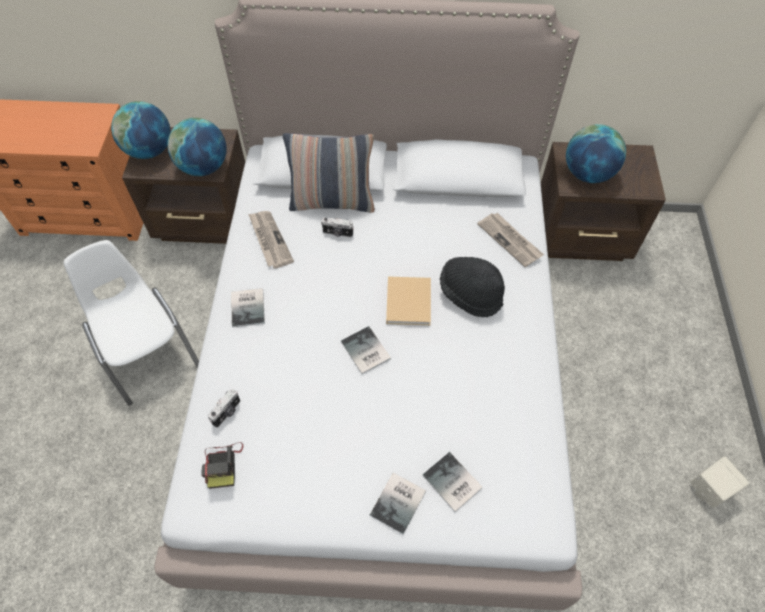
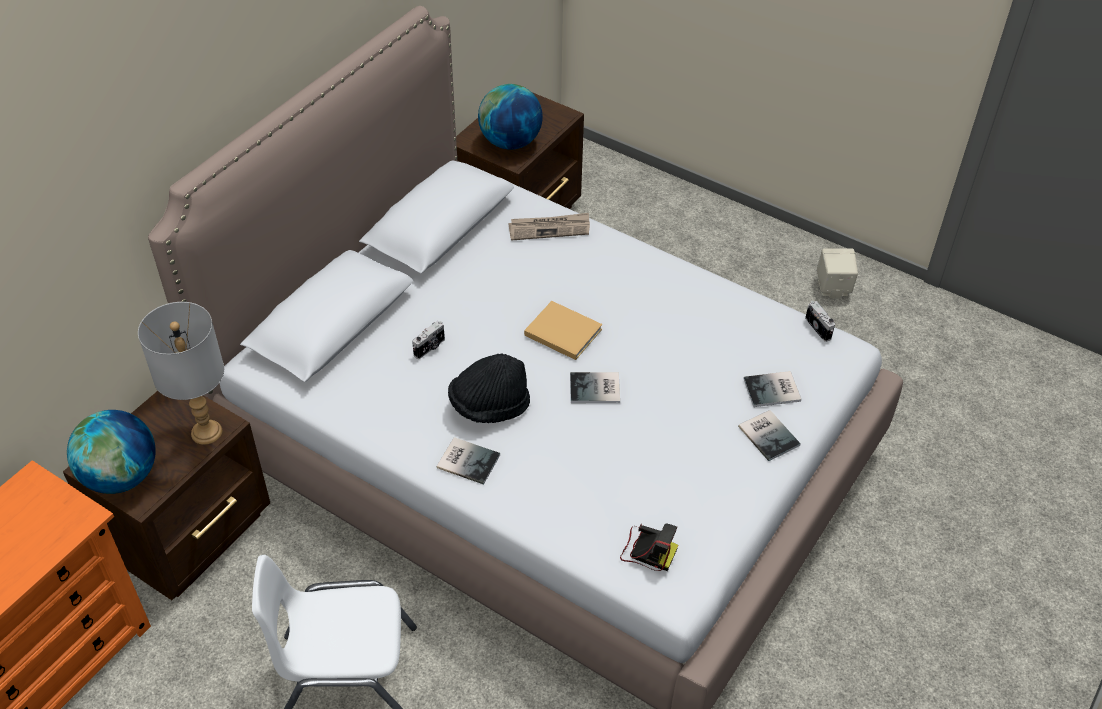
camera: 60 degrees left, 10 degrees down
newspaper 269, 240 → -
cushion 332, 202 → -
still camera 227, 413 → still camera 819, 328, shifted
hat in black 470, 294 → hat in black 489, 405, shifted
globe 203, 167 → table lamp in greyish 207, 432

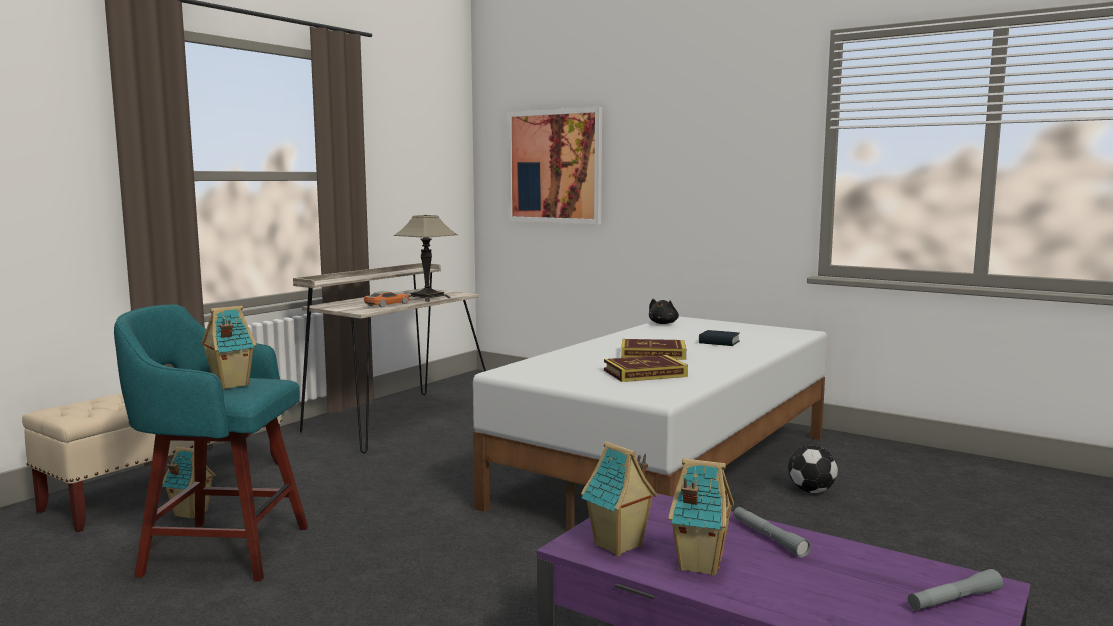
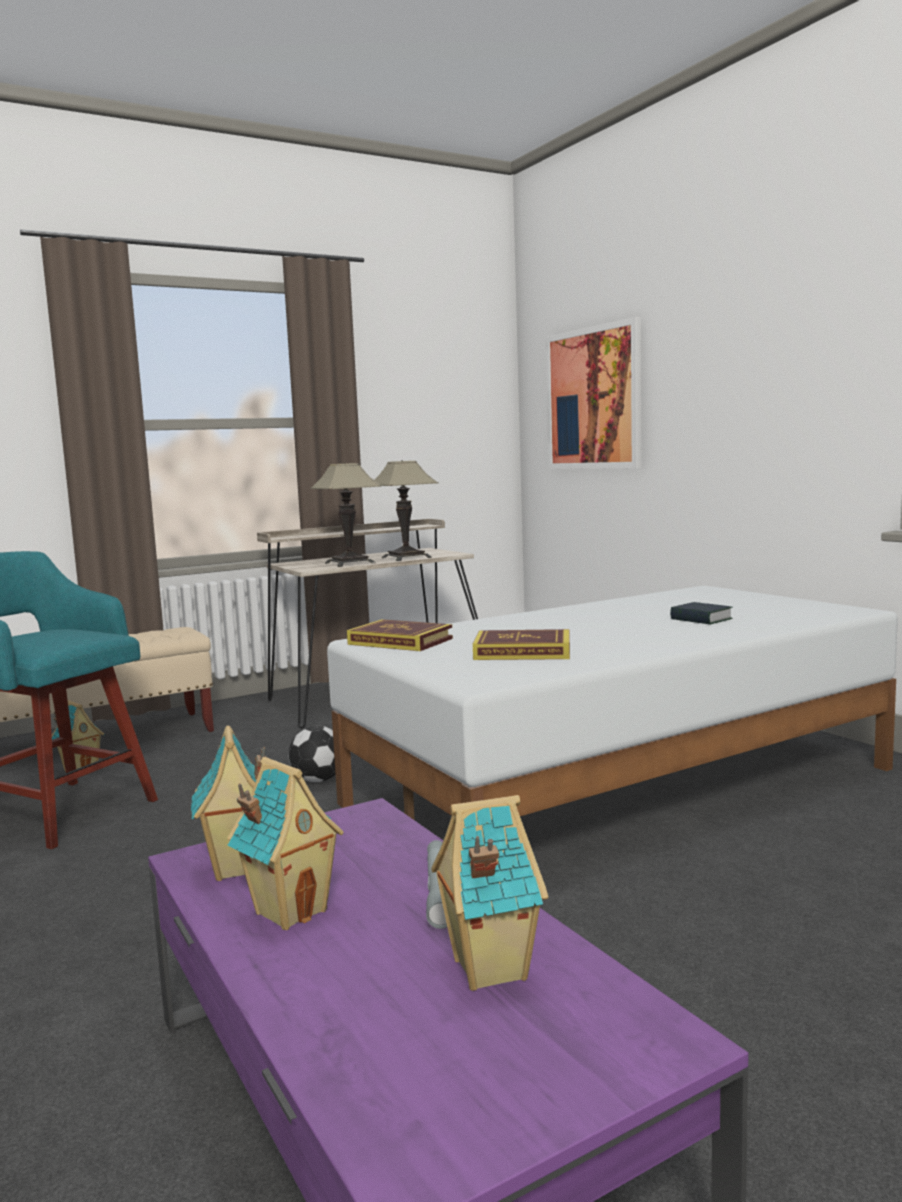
camera: 25 degrees right, 0 degrees up
plush toy in black 663, 323 → -
flashlight in greyish 954, 600 → -
toy house 230, 385 → toy house 487, 969, shifted
book 653, 354 → book 400, 641, shifted
ball for football 810, 491 → ball for football 317, 780, shifted
model car 387, 304 → table lamp 349, 563

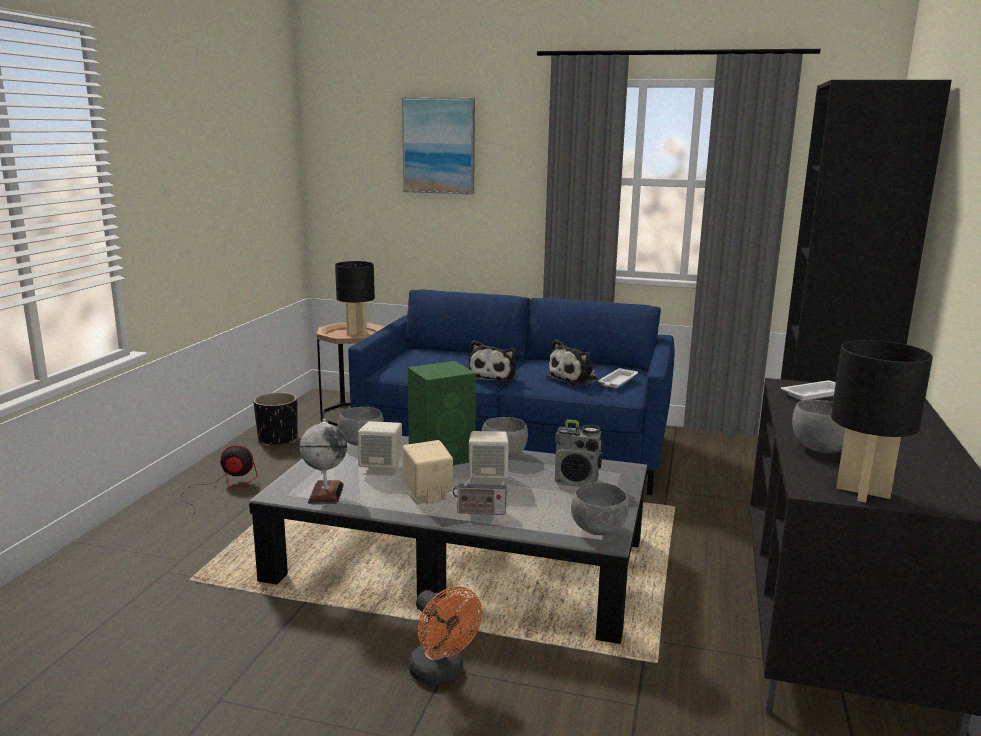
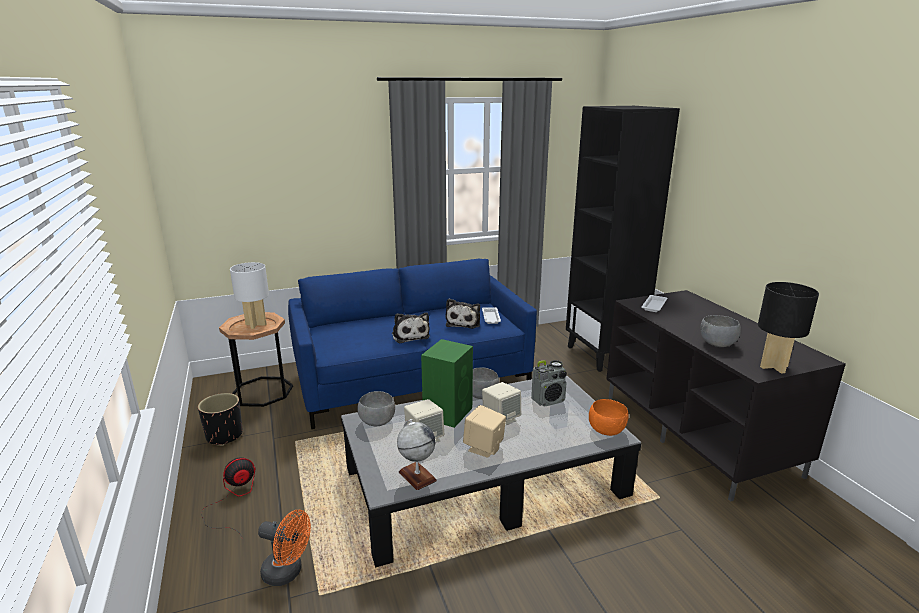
camera: 35 degrees left, 5 degrees up
wall art 439, 146 → -
radio 479, 512 → -
cooling fan in orangey 441, 674 → cooling fan in orangey 288, 572, shifted
table lamp in black 356, 333 → table lamp in whitish 255, 324
bowl in greyish 599, 530 → bowl in orangey 607, 431

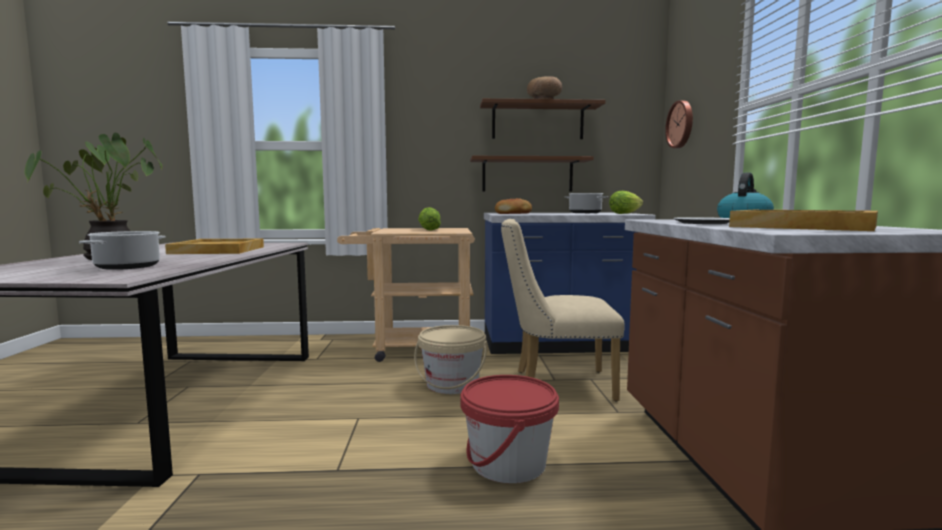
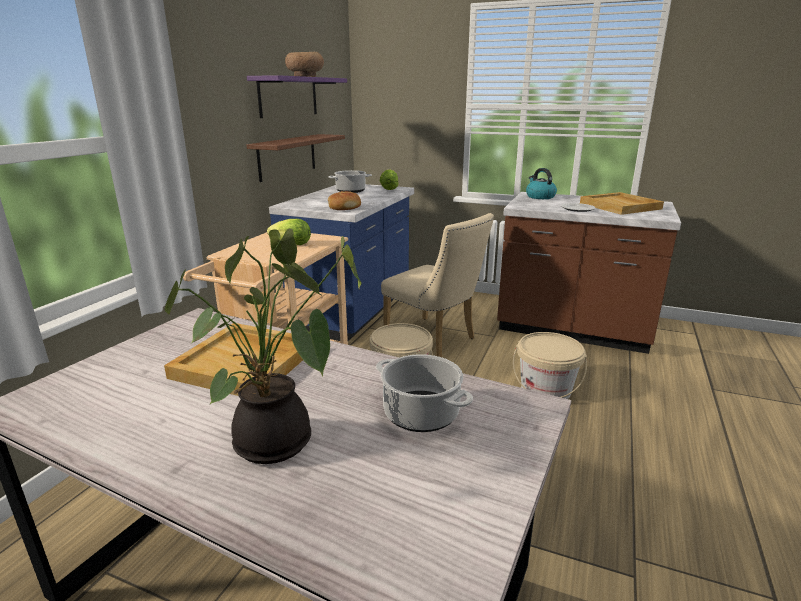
camera: 65 degrees left, 15 degrees up
clock on the wall 681, 124 → -
water bucket in red-coloured 508, 463 → water bucket in beige-coloured 545, 389
shelf in brown 537, 122 → shelf in purplish 288, 96
chair in beige-coloured 555, 384 → chair in beige-coloured 435, 340, 75 degrees counterclockwise

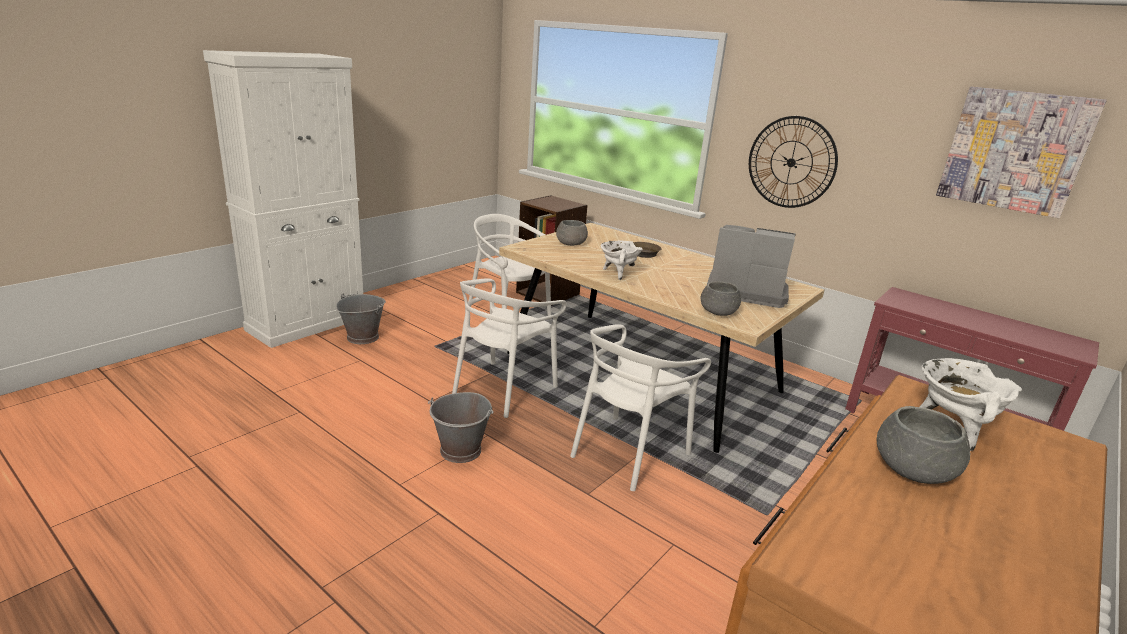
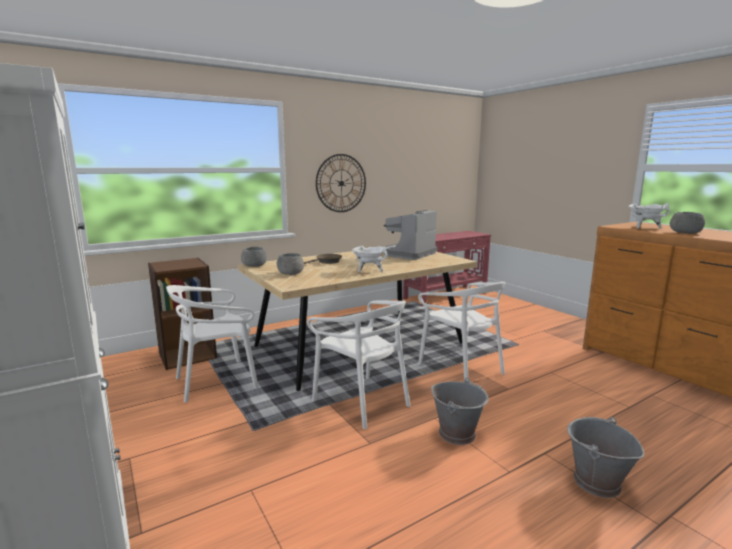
camera: 70 degrees left, 10 degrees down
wall art 1014, 151 → -
water bucket in greyish 362, 337 → water bucket in greyish 596, 482, shifted
bowl in greyish 718, 311 → bowl in greyish 254, 265, shifted

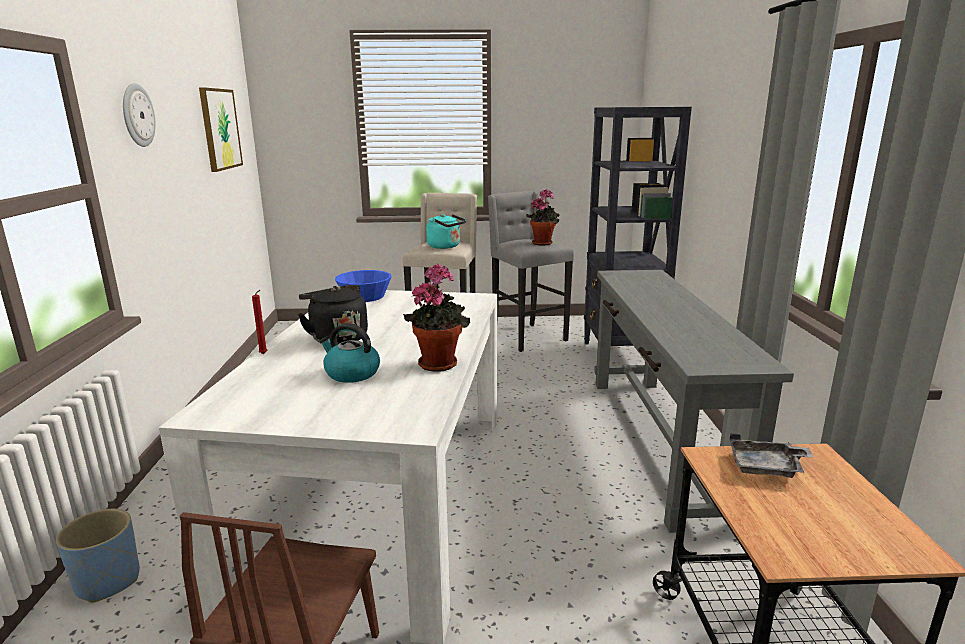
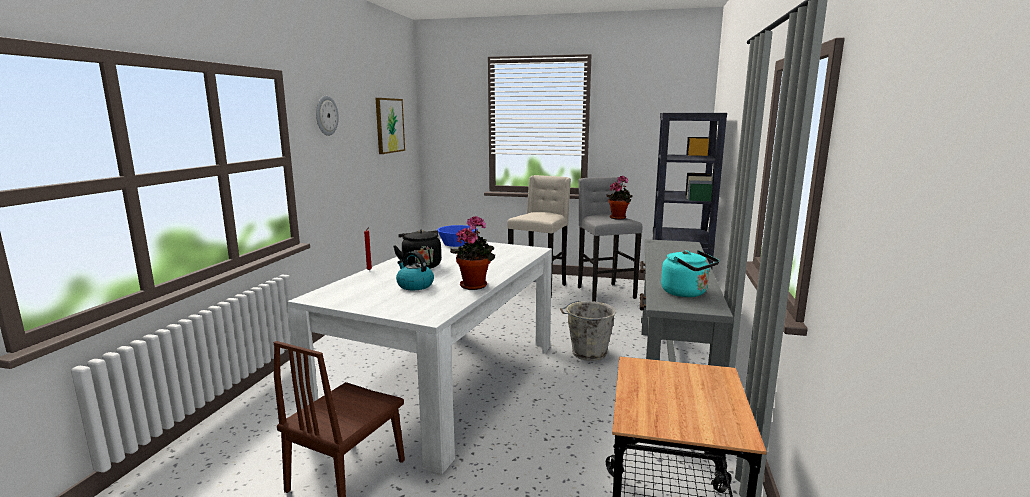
camera: 15 degrees right, 5 degrees down
flower pot in bluish 108, 581 → -
tray in greyish 766, 467 → -
- → water bucket in greyish 587, 353
tea kettle in turquoise-coloured 446, 246 → tea kettle in turquoise-coloured 686, 293, shifted

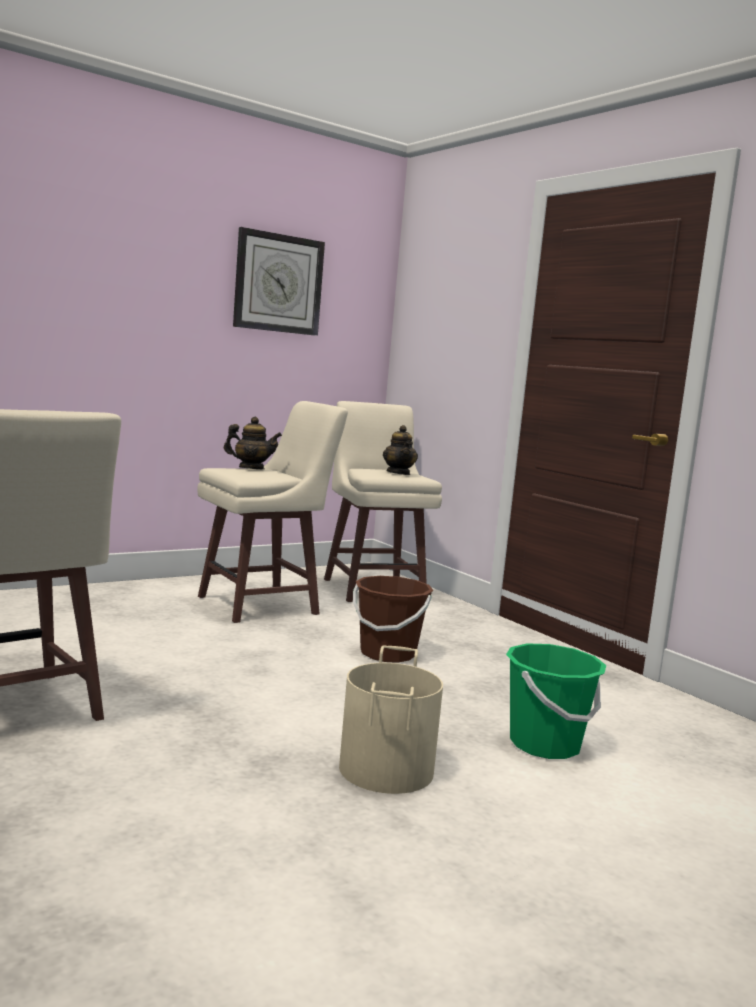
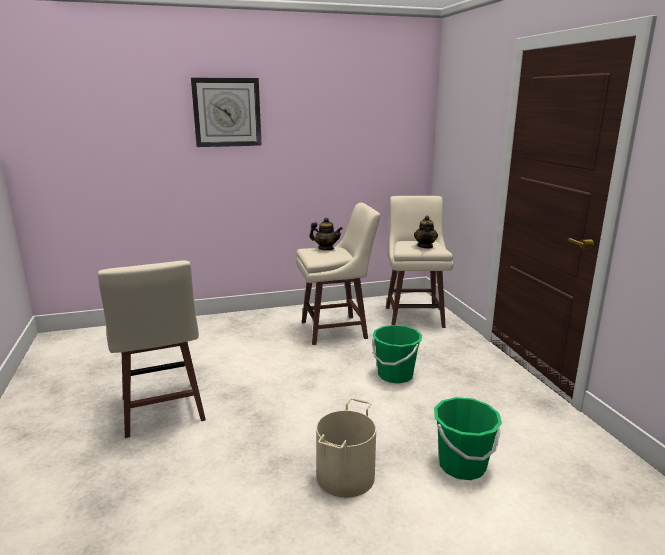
camera: 20 degrees right, 10 degrees up
clock on the wall 278, 283 → clock on the wall 227, 112, shifted
water bucket in brown 387, 653 → water bucket in green-coloured 395, 375

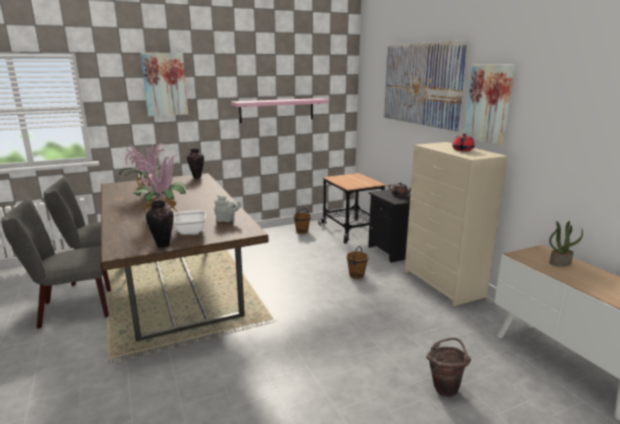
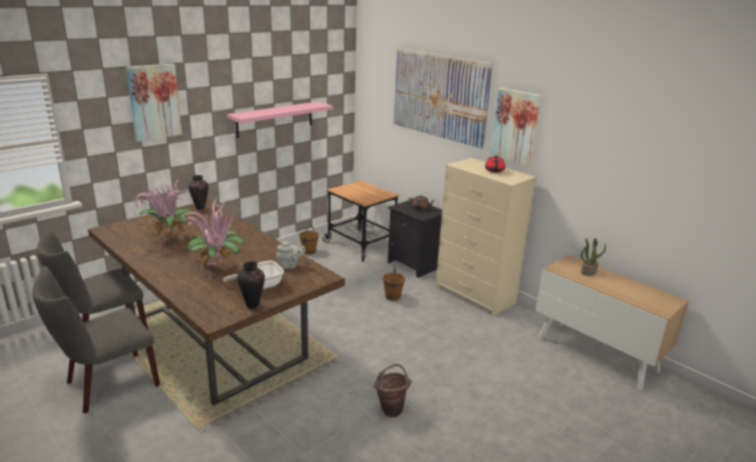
camera: 20 degrees left, 5 degrees up
water bucket in brown 445, 387 → water bucket in brown 391, 408, shifted

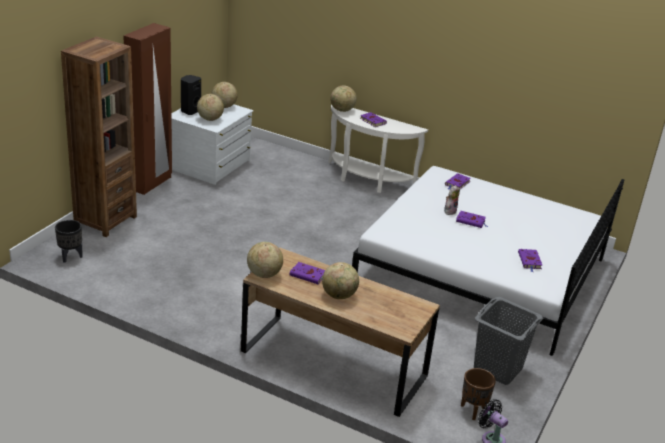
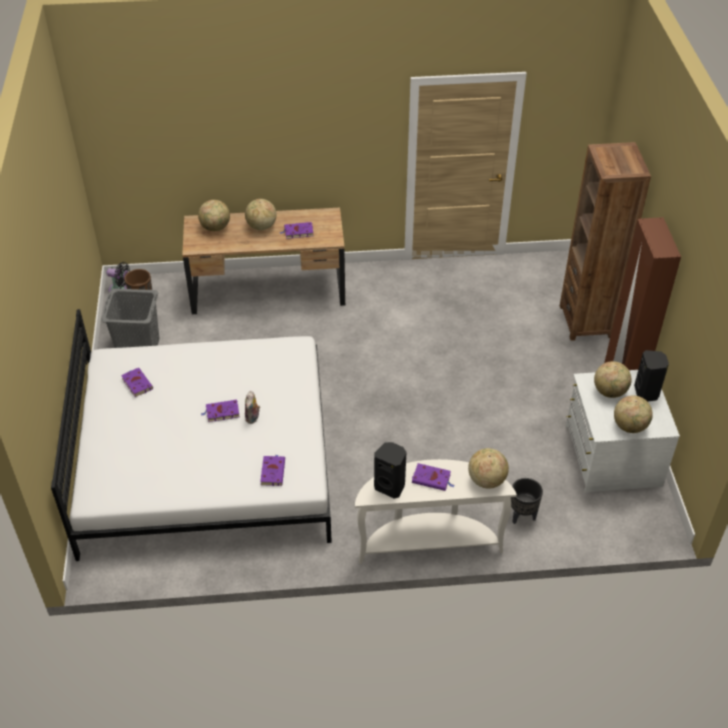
camera: 150 degrees right, 15 degrees up
- → speaker in black 390, 486
flower pot in black 70, 257 → flower pot in black 522, 516, shifted
globe 264, 274 → globe 215, 228, shifted

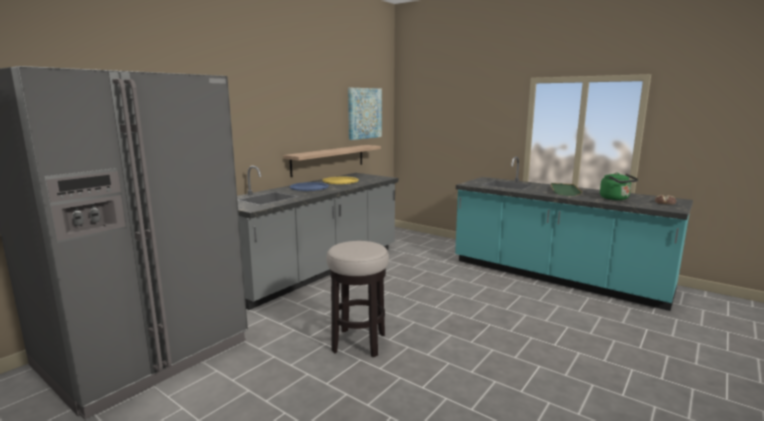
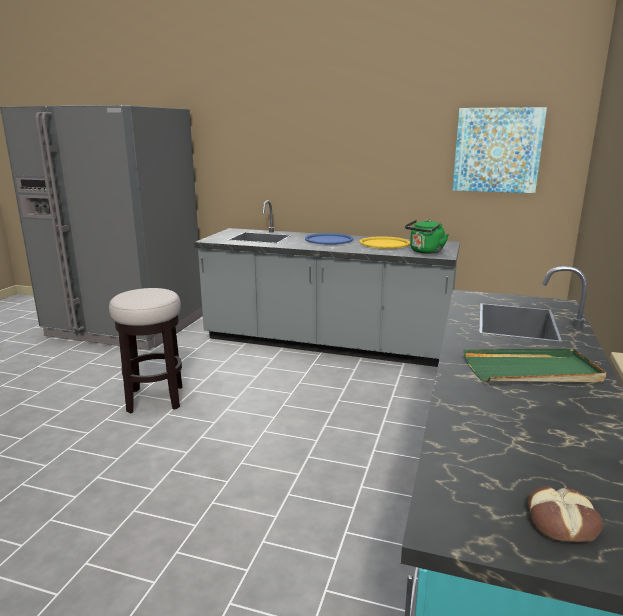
camera: 70 degrees right, 5 degrees up
shelf 328, 159 → -
tea kettle in green-coloured 616, 199 → tea kettle in green-coloured 425, 252, shifted

